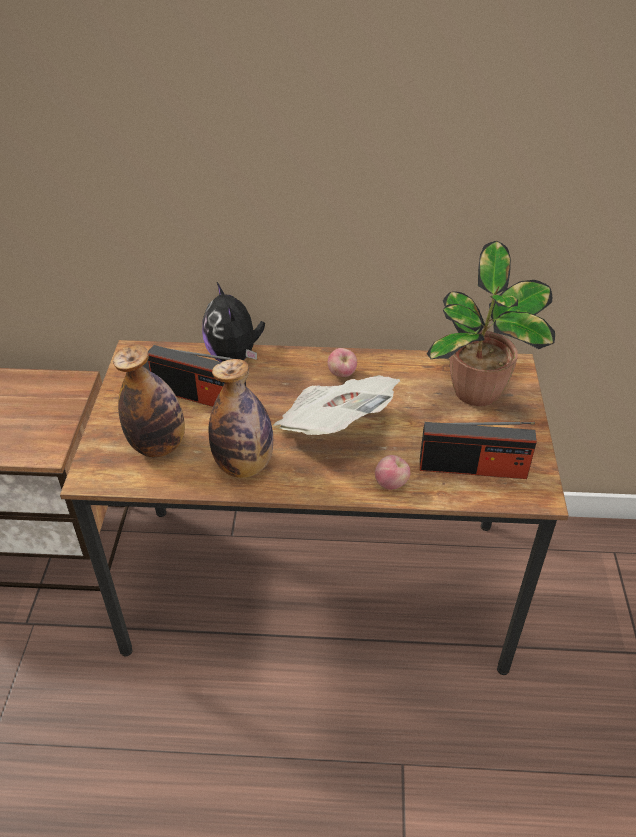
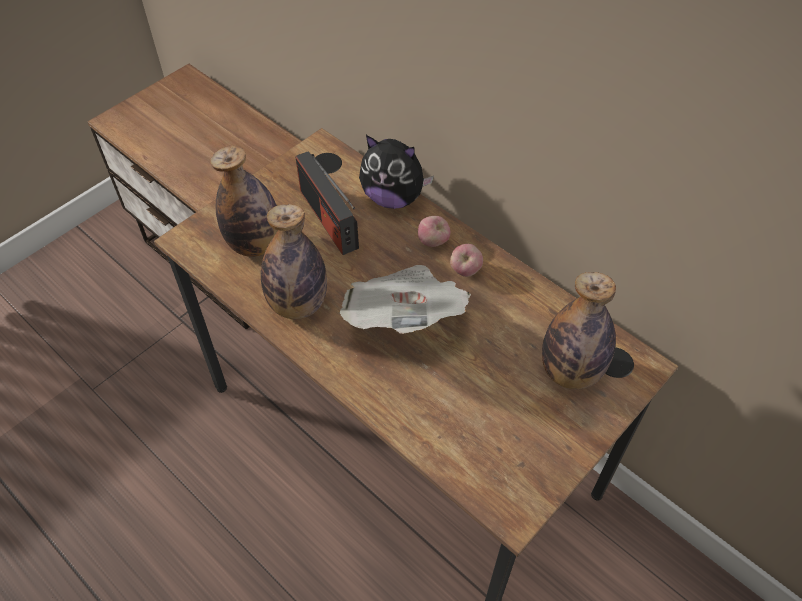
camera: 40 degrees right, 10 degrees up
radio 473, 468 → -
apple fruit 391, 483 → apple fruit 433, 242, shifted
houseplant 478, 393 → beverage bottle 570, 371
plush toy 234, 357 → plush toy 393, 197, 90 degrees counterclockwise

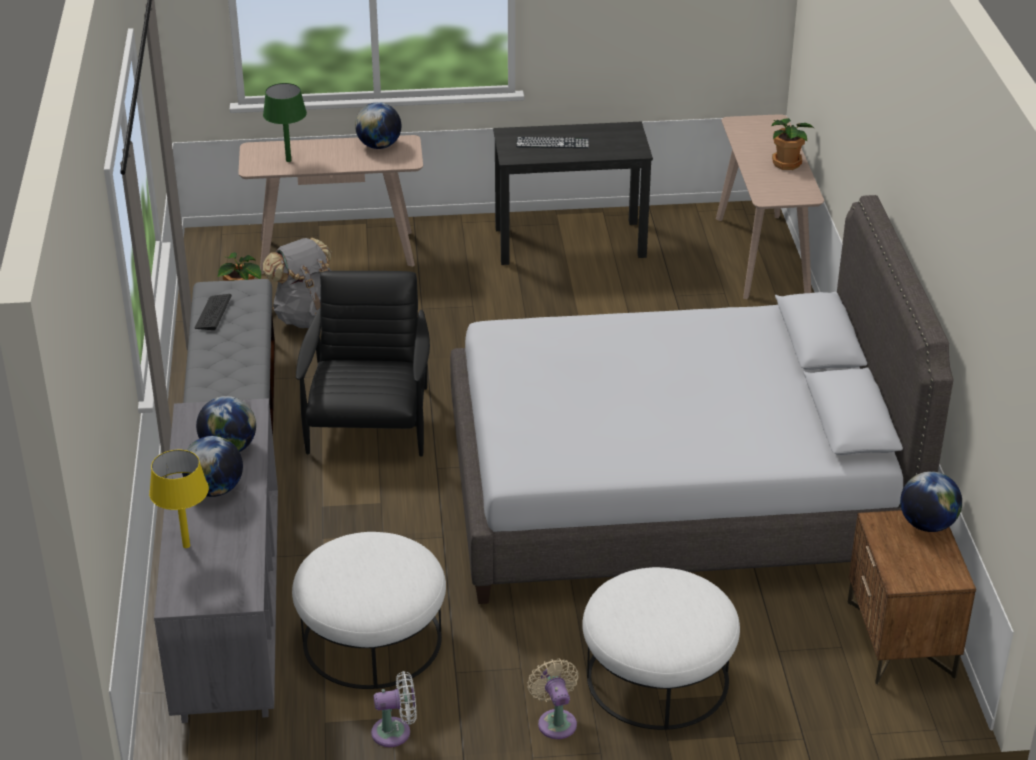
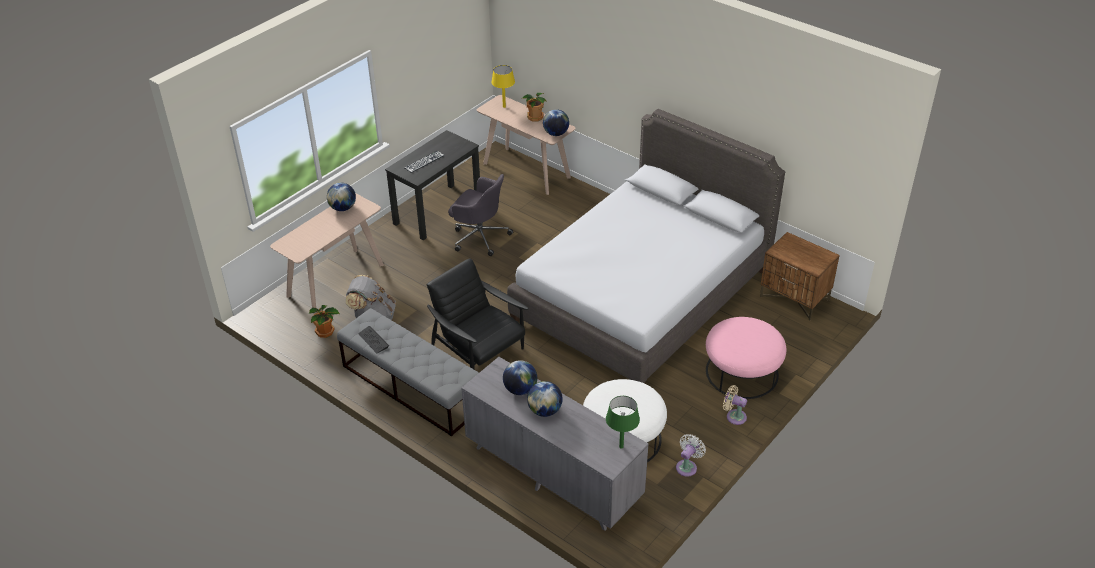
camera: 45 degrees left, 5 degrees up
- → office chair in greyish 479, 236
table lamp in yellow 186, 545 → table lamp in yellow 504, 107, shifted
table lamp in green-coloured 288, 160 → table lamp in green-coloured 621, 446, shifted
globe 927, 524 → globe 556, 133, shifted
ottoman in whitish 657, 677 → ottoman in pink-coloured 742, 372

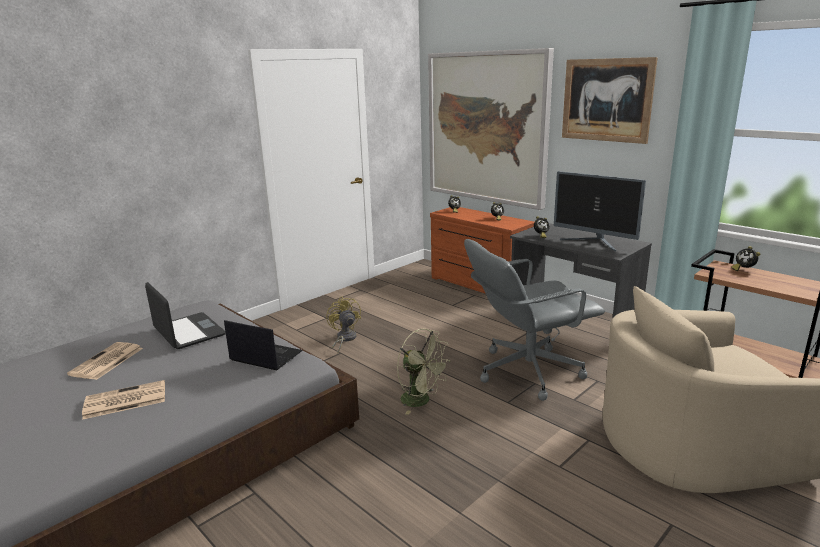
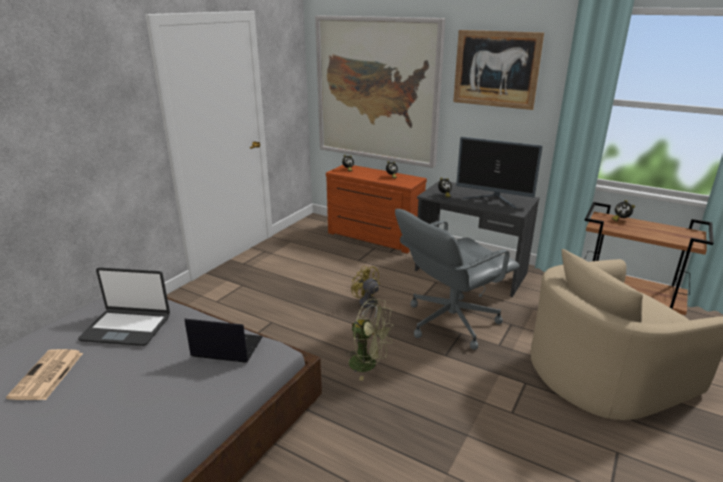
camera: 15 degrees left, 5 degrees up
newspaper 124, 401 → -
cooling fan in yellow 344, 339 → cooling fan in yellow 367, 306, shifted
notebook computer 188, 332 → notebook computer 127, 327, 150 degrees clockwise

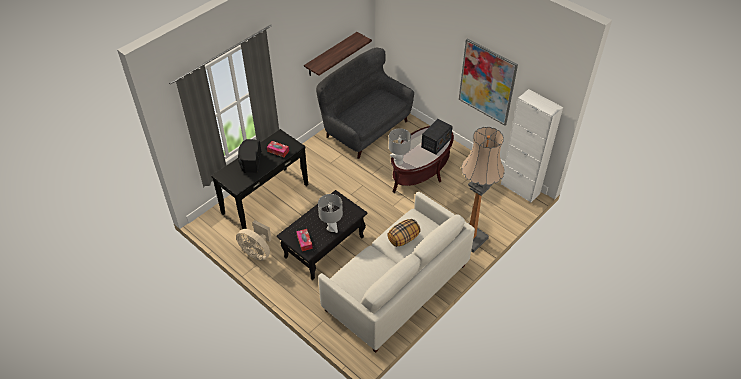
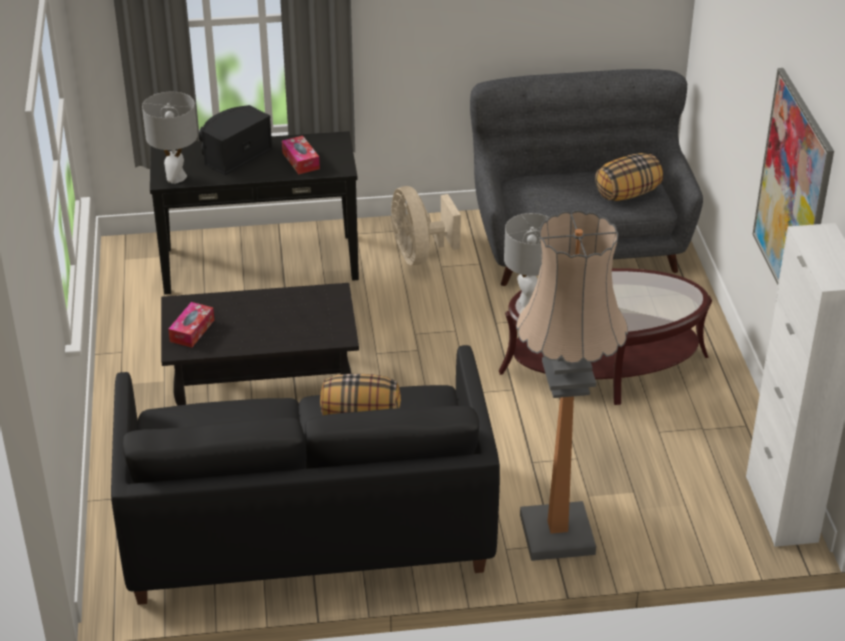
camera: 40 degrees right, 10 degrees down
shelf 331, 54 → -
radio 436, 143 → -
- → cushion 627, 193
cooling fan in beige-coloured 257, 252 → cooling fan in beige-coloured 419, 254, shifted
table lamp in greyish 331, 228 → table lamp in greyish 176, 177, shifted
couch in whitish 397, 287 → couch in black 308, 527

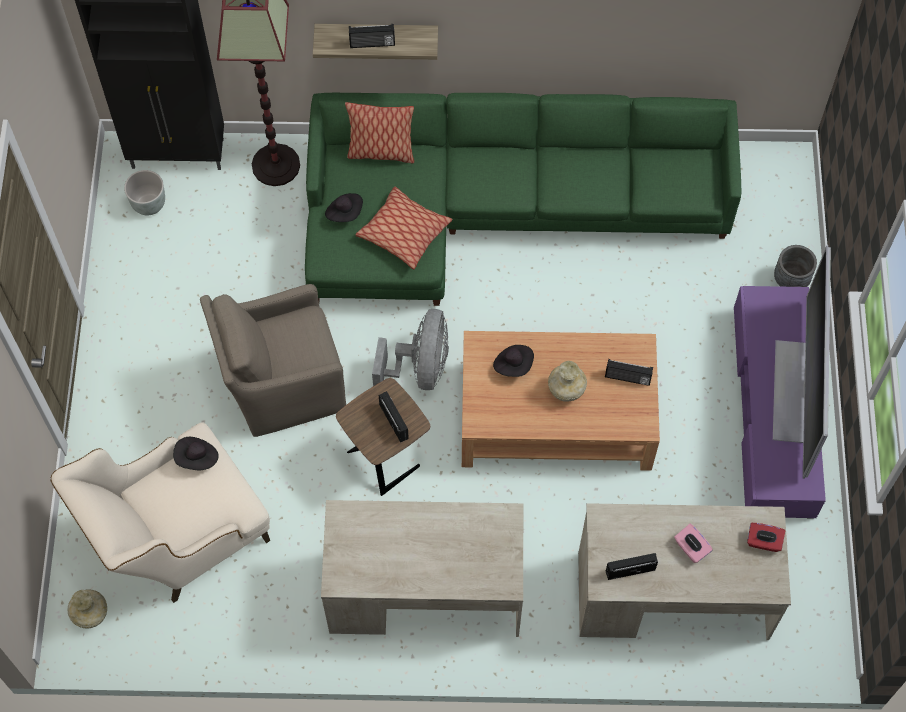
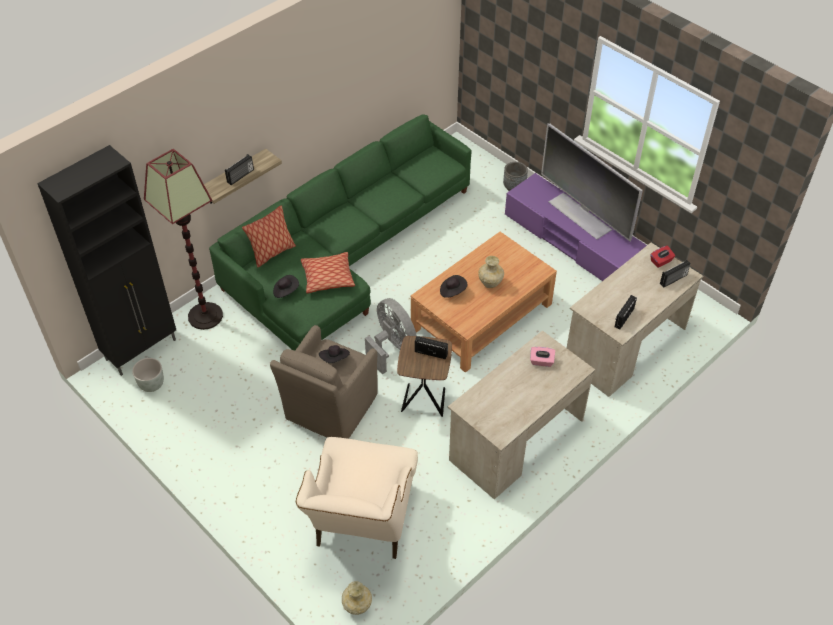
camera: 45 degrees left, 15 degrees down
hat in black 197, 458 → hat in black 335, 359, shifted
radio 627, 378 → radio 673, 280, shifted
box of tissues in pink-coloured 691, 548 → box of tissues in pink-coloured 541, 361, shifted

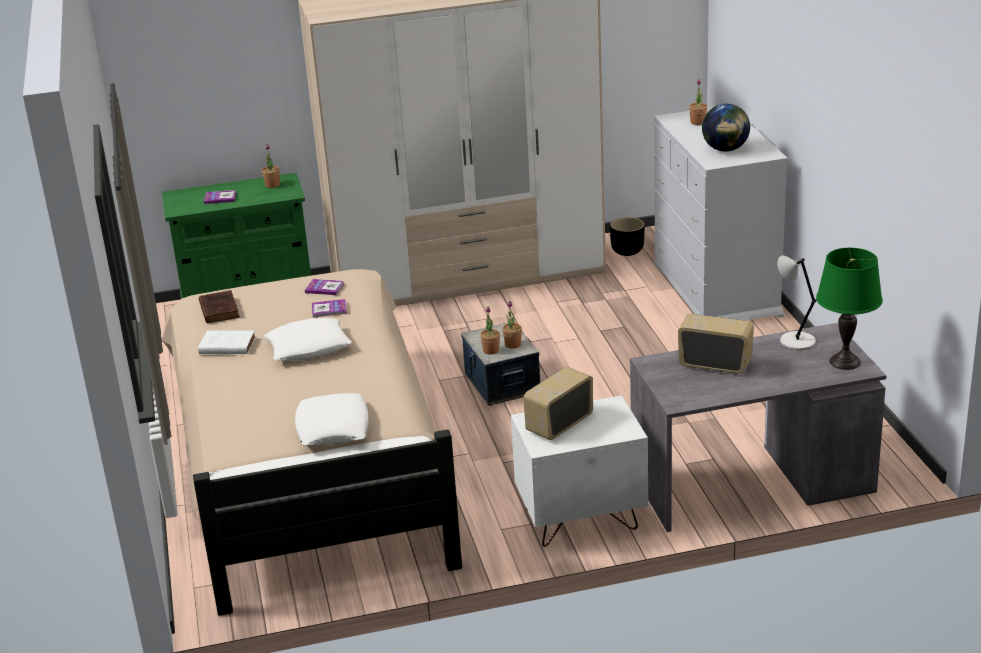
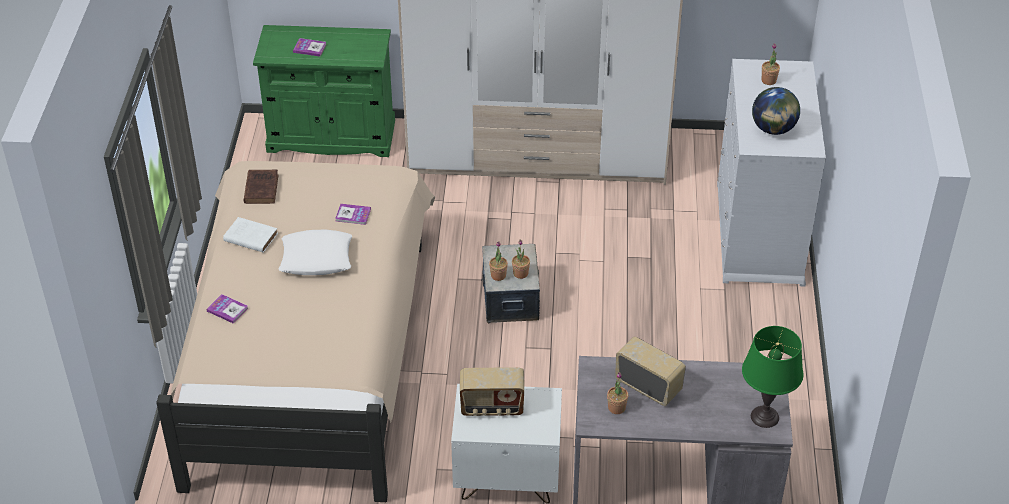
camera: 15 degrees right, 15 degrees up
cushion in whitish 333, 427 → -
flower pot in black 628, 251 → -
table lamp in greyish 795, 341 → -
houseplant 272, 185 → houseplant 616, 408, shifted
book 324, 288 → book 227, 309, shifted
radio 559, 424 → radio 492, 407, 150 degrees counterclockwise

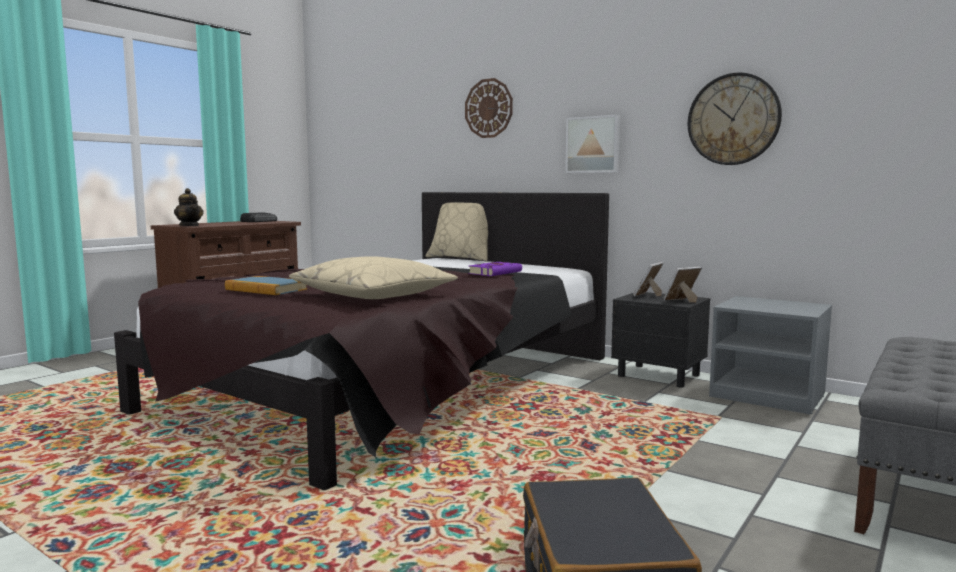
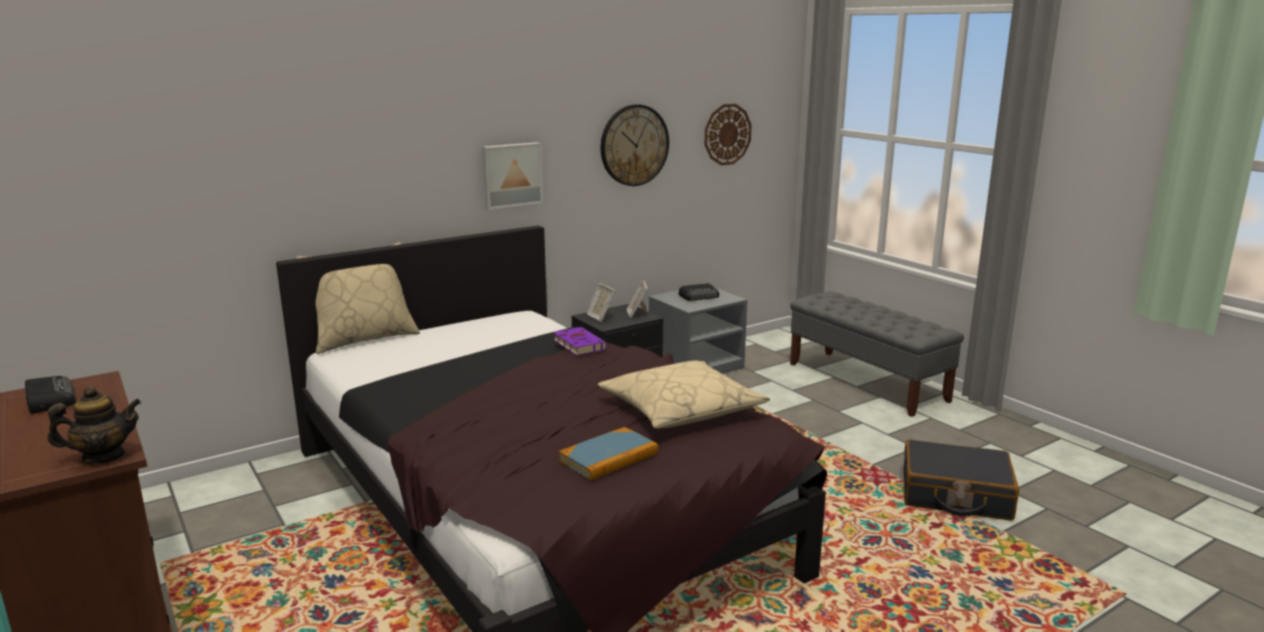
camera: 70 degrees left, 10 degrees up
- → radio 699, 296
clock on the wall 489, 108 → clock on the wall 727, 134, shifted

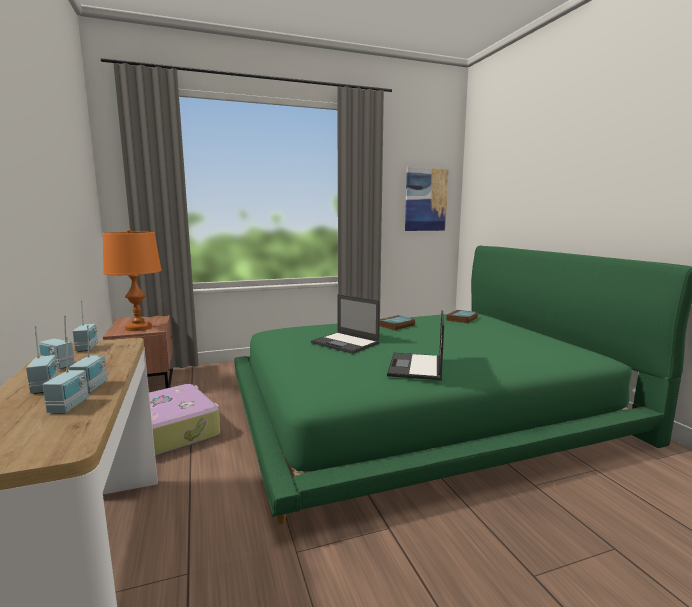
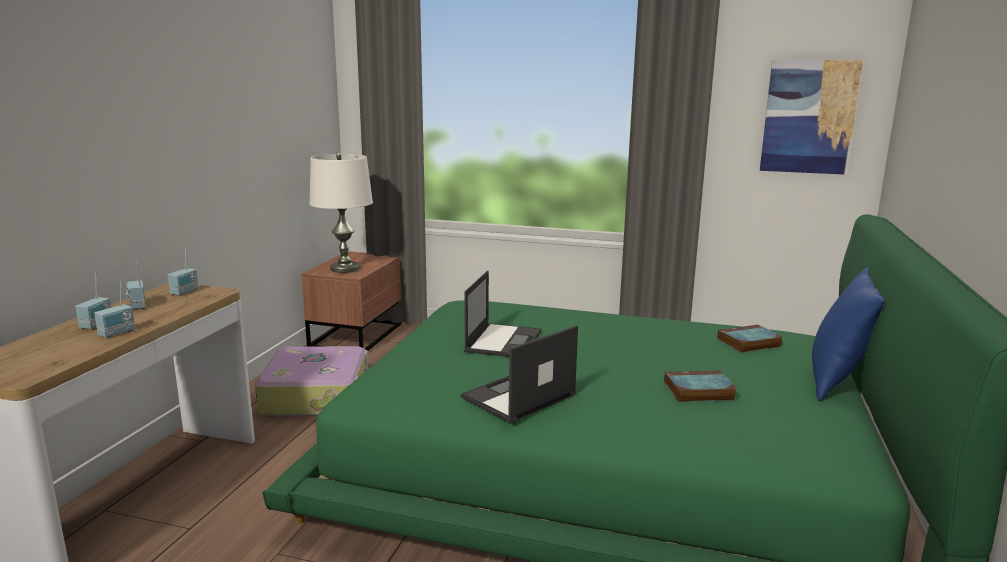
camera: 35 degrees right, 5 degrees up
radio 70, 406 → -
- → cushion in bluish 837, 382
book 396, 326 → book 697, 391, shifted
table lamp in orangey 139, 327 → table lamp in whitish 345, 269
notebook computer 346, 343 → notebook computer 503, 341, 150 degrees counterclockwise

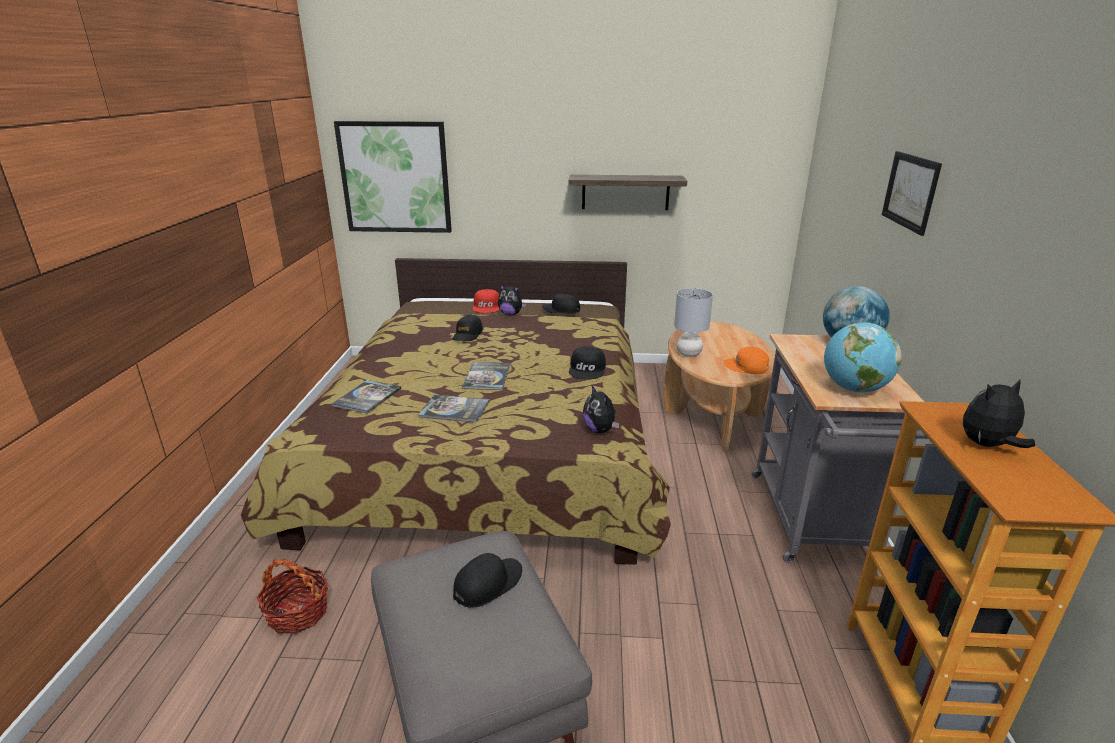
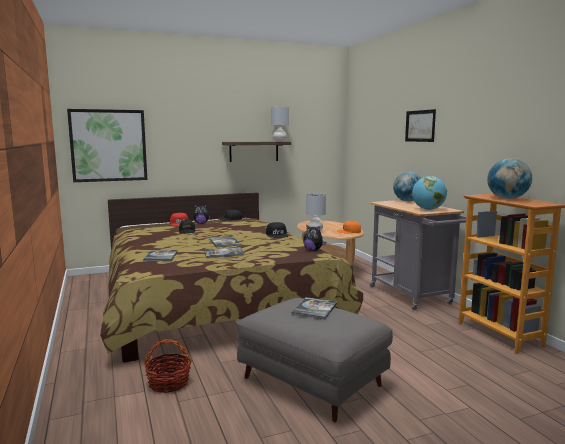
camera: 25 degrees left, 15 degrees down
- → table lamp in greyish 280, 141
peaked cap in black 488, 584 → book 314, 309
plush toy 987, 445 → globe 507, 198

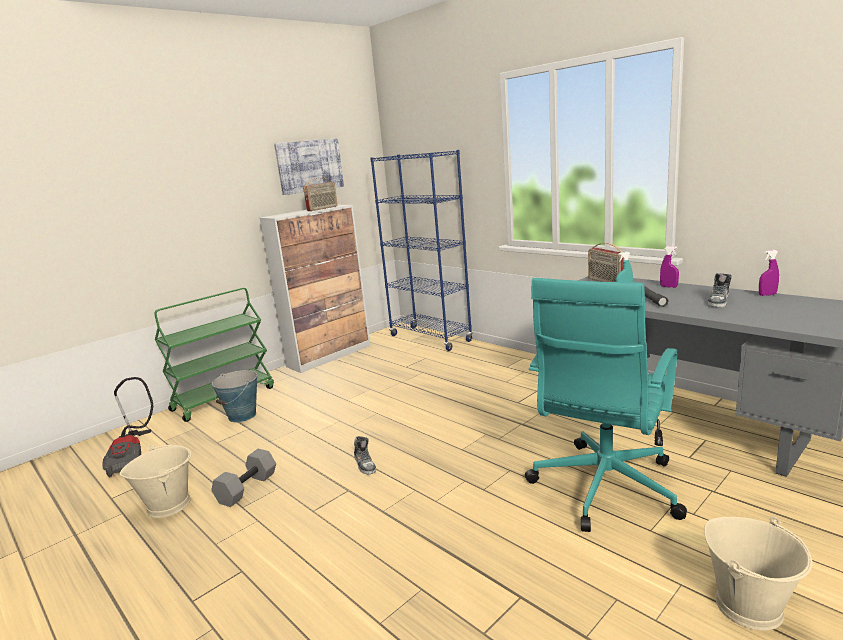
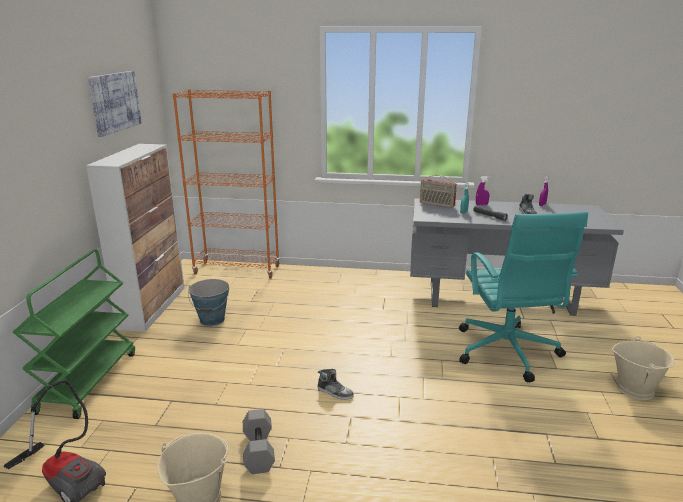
camera: 40 degrees left, 5 degrees up
radio 323, 208 → -
water bucket 242, 416 → water bucket 212, 319, shifted
bookshelf in bluish 430, 338 → bookshelf in orangey 237, 270

